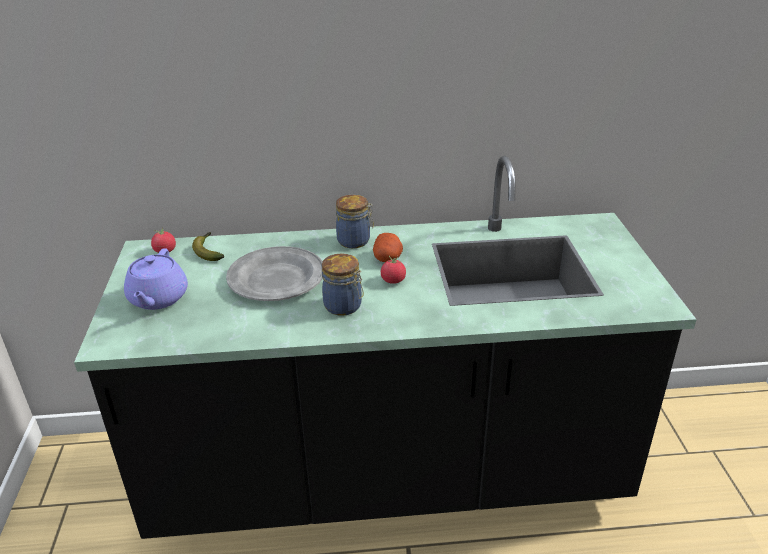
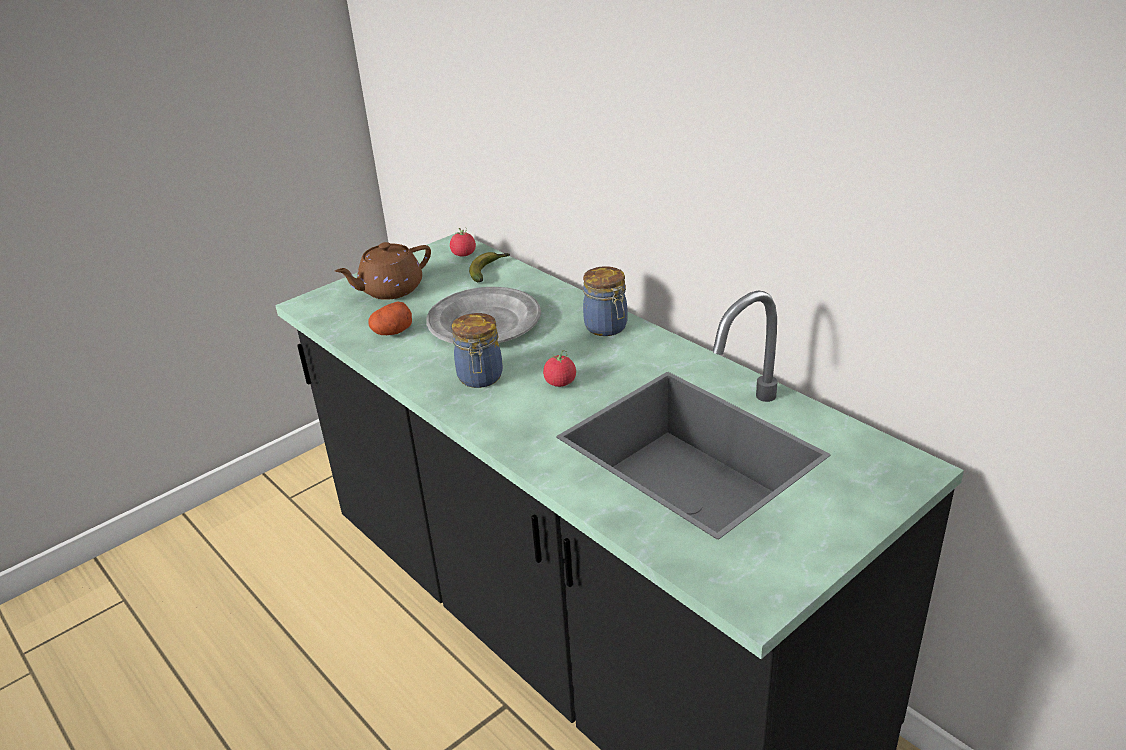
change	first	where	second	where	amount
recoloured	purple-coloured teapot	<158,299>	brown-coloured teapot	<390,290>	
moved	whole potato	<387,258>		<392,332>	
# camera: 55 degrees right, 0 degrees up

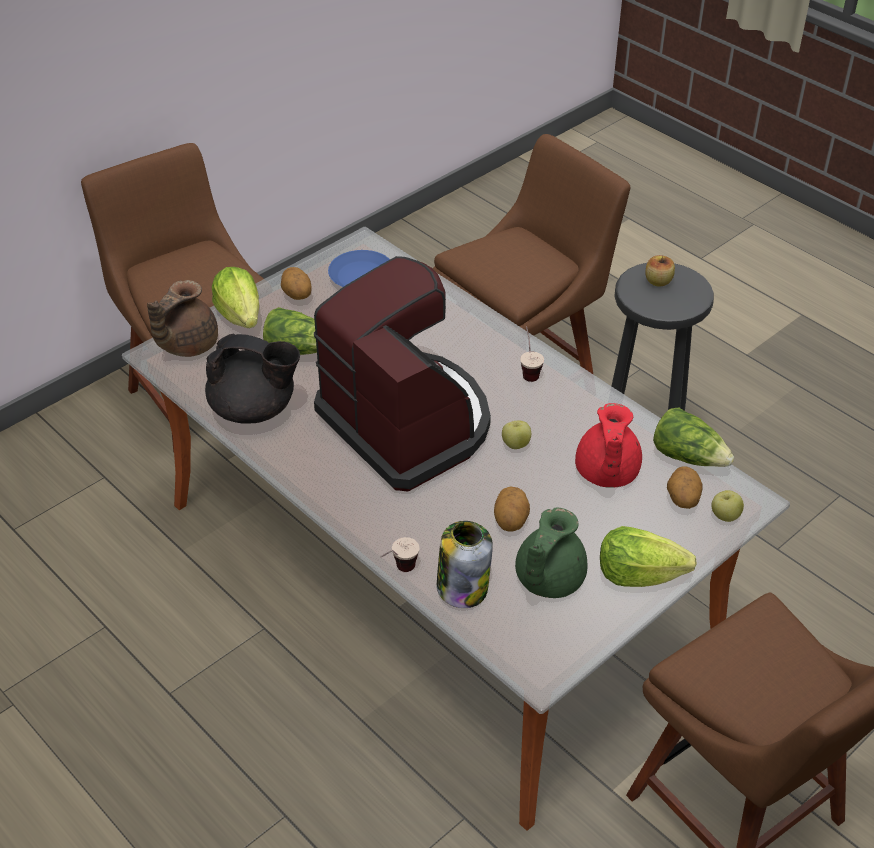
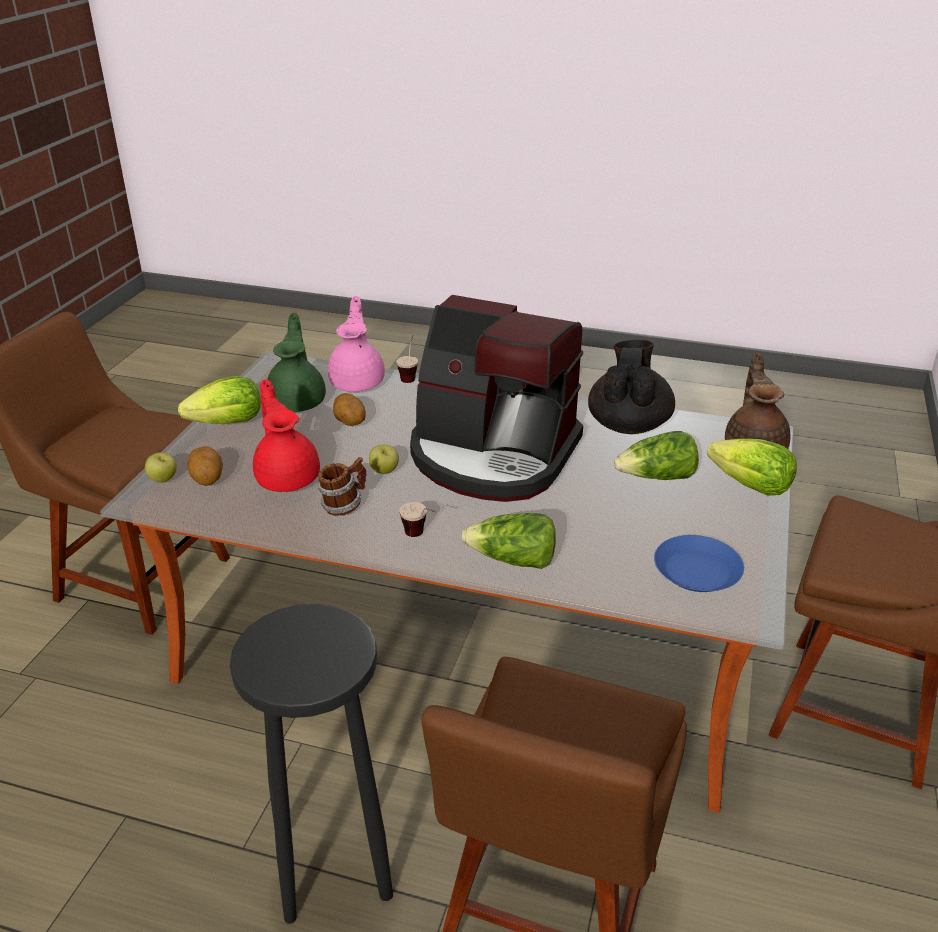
change	first	where	second	where	amount
added			tea mug	<344,505>	
replaced	storage jar	<462,586>	pink-coloured teapot	<358,381>	
moved	lettuce	<688,456>		<513,560>	
turned	black-coloured teapot	<254,409>		<628,424>	120 degrees clockwise
removed	whole potato	<296,295>			
removed	whole apple	<658,281>			
# camera: 150 degrees right, 10 degrees down

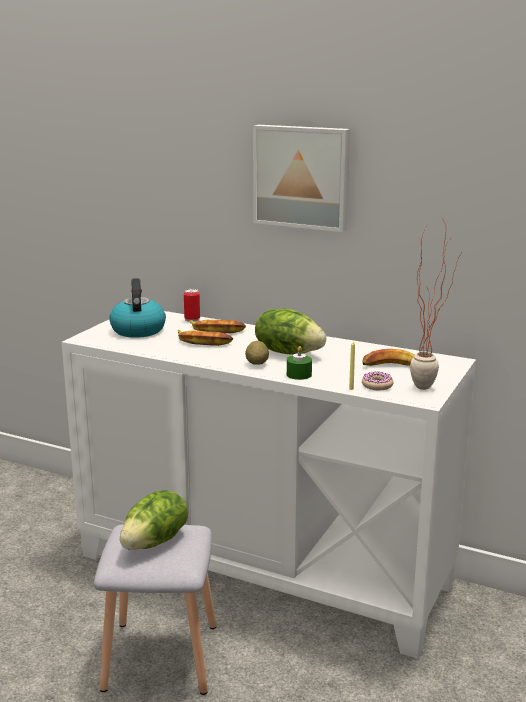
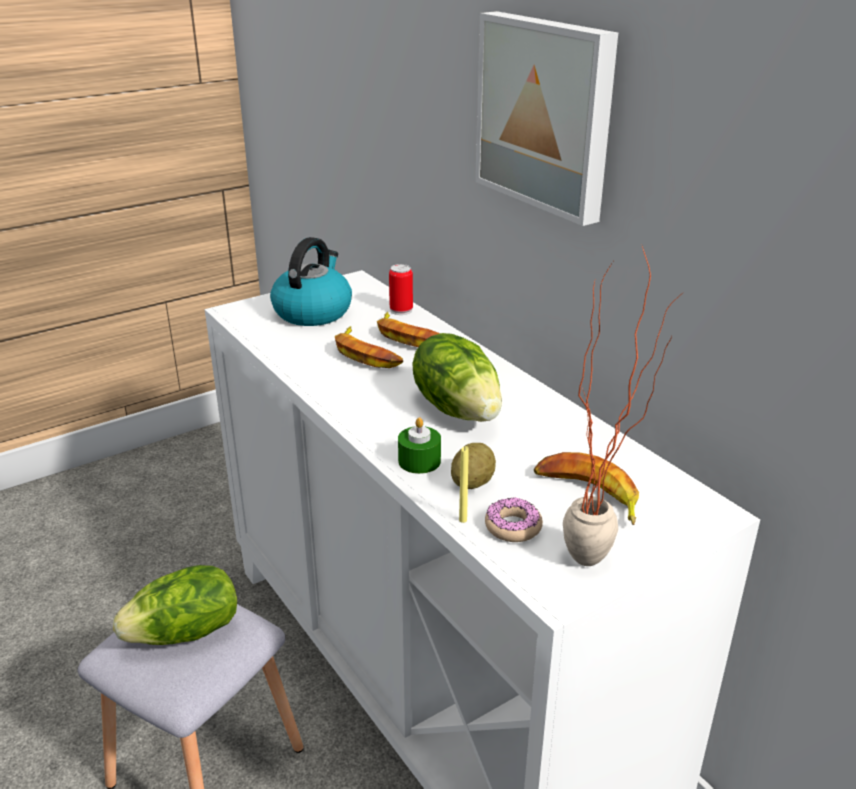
change	first	where	second	where	amount
moved	whole potato	<257,364>		<472,483>	
# camera: 30 degrees right, 10 degrees up

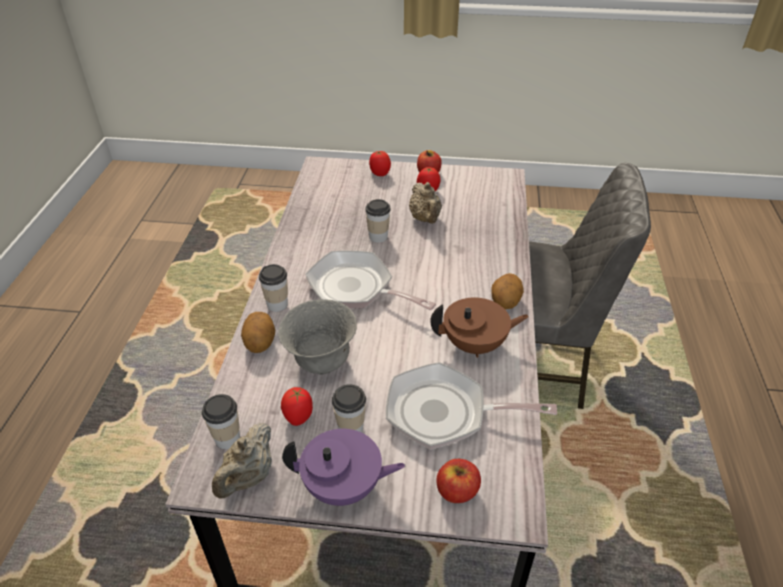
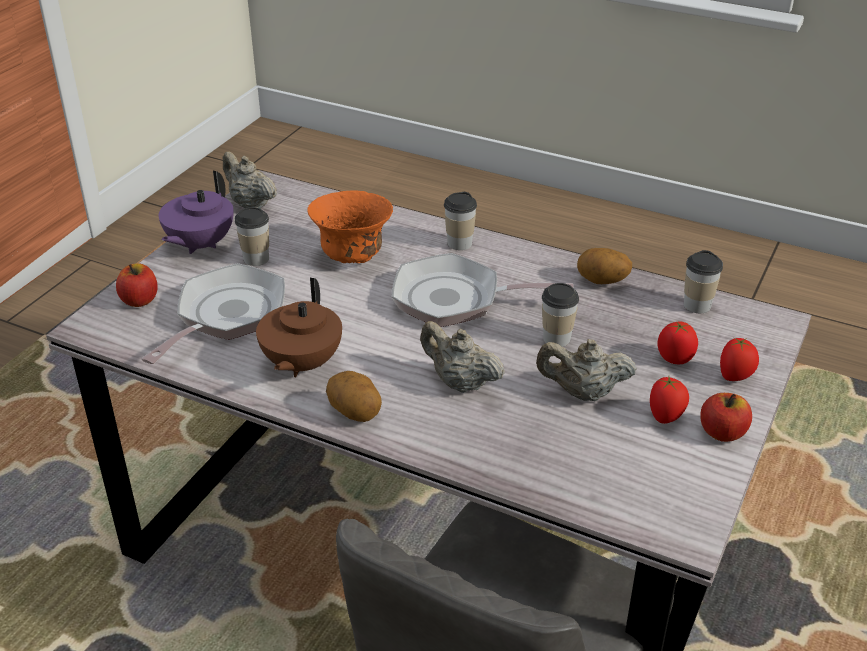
change	first	where	second	where	amount
recoloured	gray bowl	<321,362>	orange bowl	<351,257>	
turned	skillet	<356,288>		<456,299>	135 degrees counterclockwise
added			beige teapot	<460,382>	
moved	whole potato	<260,343>		<602,282>	
moved	fresh tomato	<299,417>		<674,359>	
moved	drinking cup	<227,438>		<697,305>	
# camera: 110 degrees right, 5 degrees down

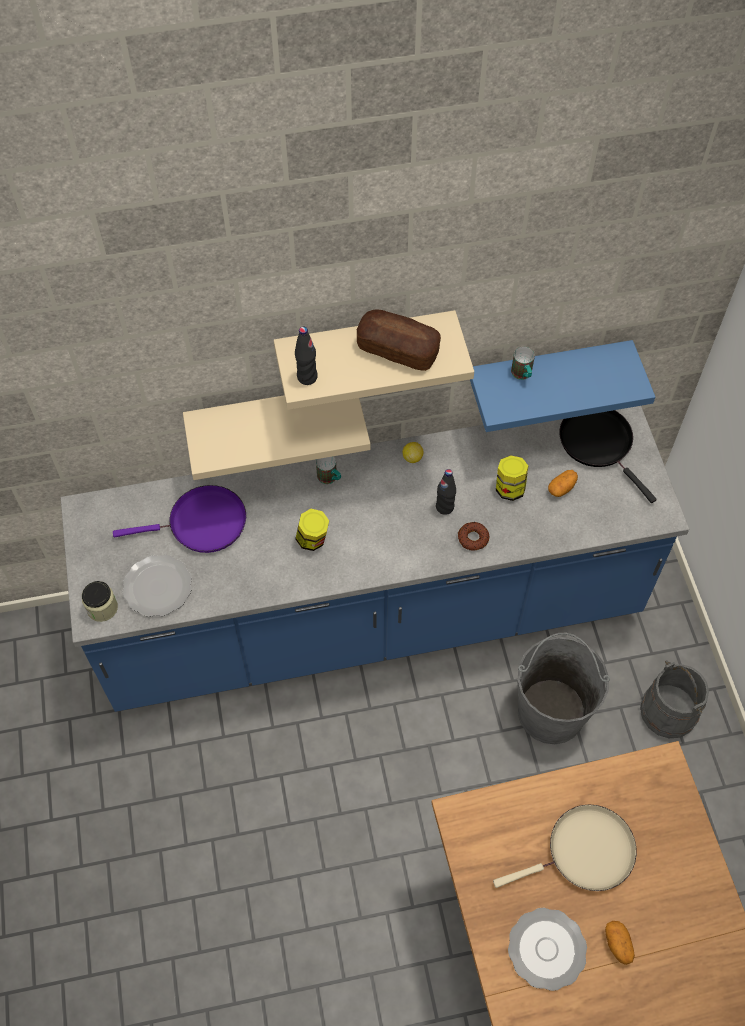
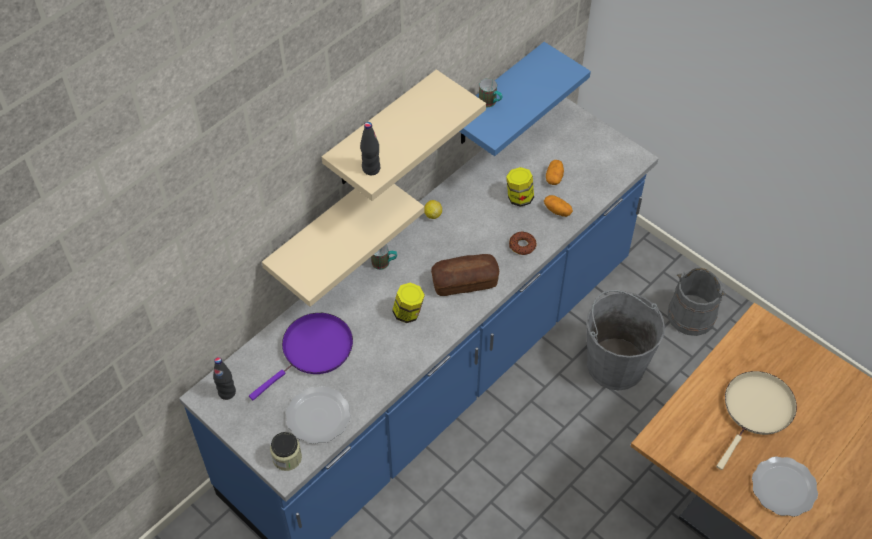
change	first	where	second	where	amount
moved	black-coloured beverage bottle	<444,507>		<227,392>	
moved	baked bread	<398,350>		<465,282>	
moved	whole potato	<618,944>		<557,210>	
removed	black-coloured skillet	<599,443>			
# camera: 35 degrees left, 5 degrees down

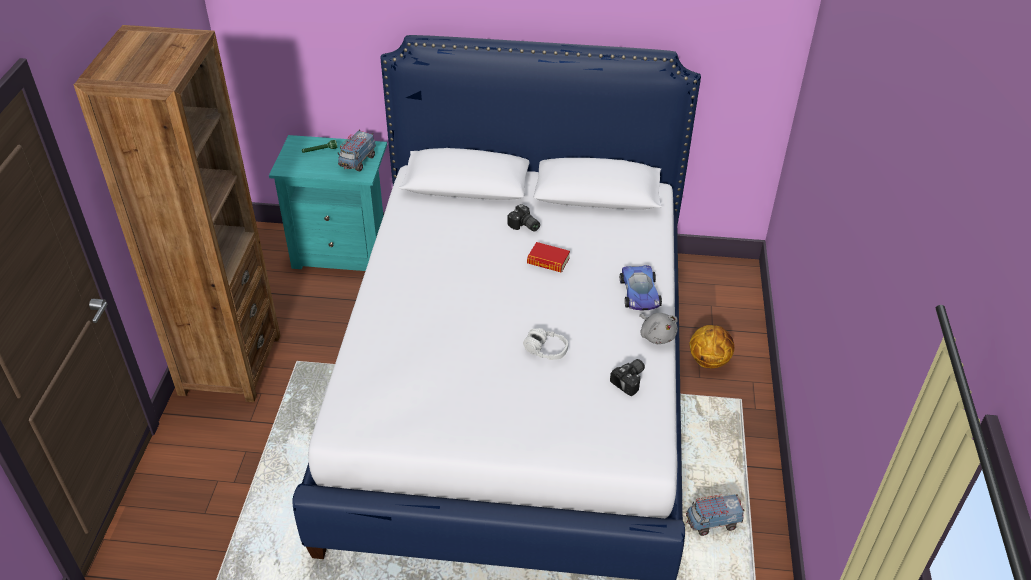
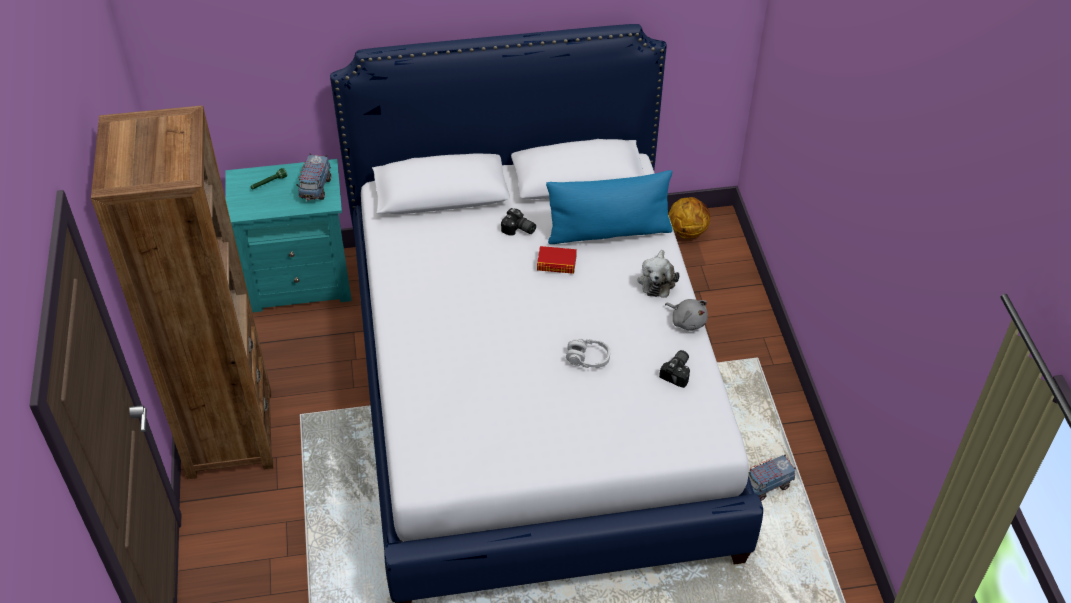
change	first	where	second	where	amount
added			bluish pillow	<609,232>	
replaced	miniature car	<639,293>	plush toy	<657,280>	
moved	basketball ball	<709,360>		<687,231>	
# camera: 15 degrees left, 5 degrees up

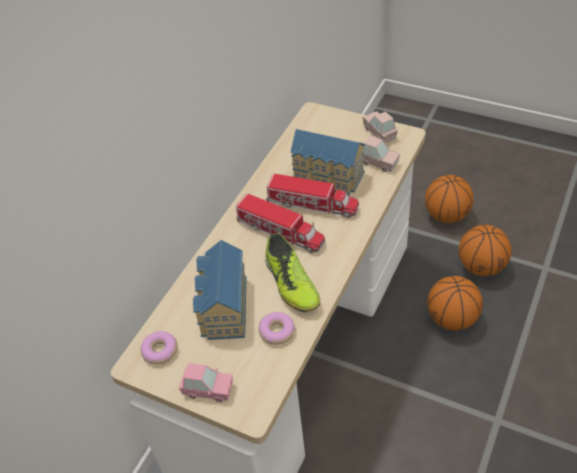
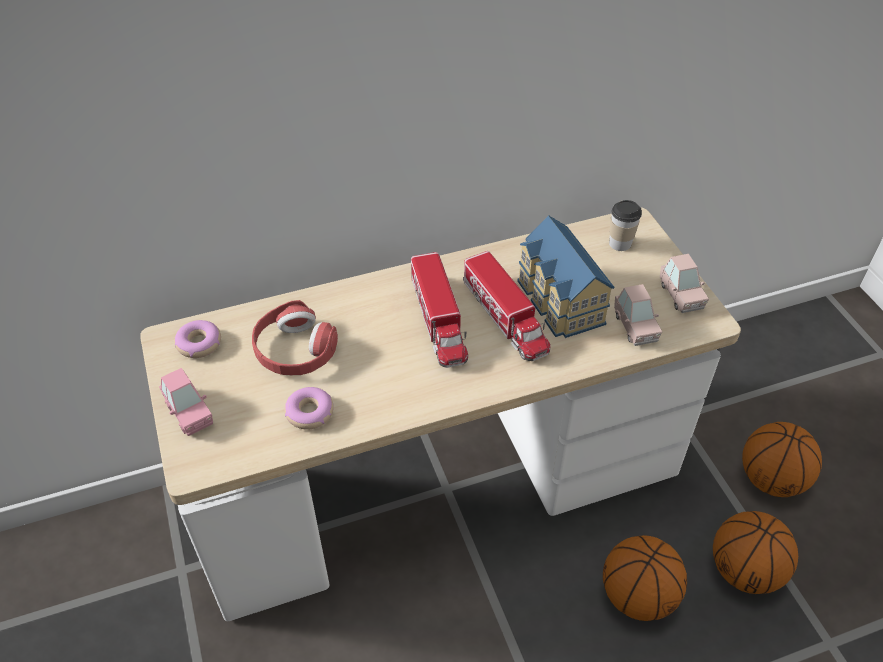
change	first	where	second	where	amount
replaced	toy house	<222,308>	red headphones	<295,350>	
added			drinking cup	<620,243>	
turned	pink-coloured miniature car	<379,132>		<680,295>	150 degrees clockwise
removed	shoe	<291,284>			
# camera: 40 degrees right, 0 degrees up

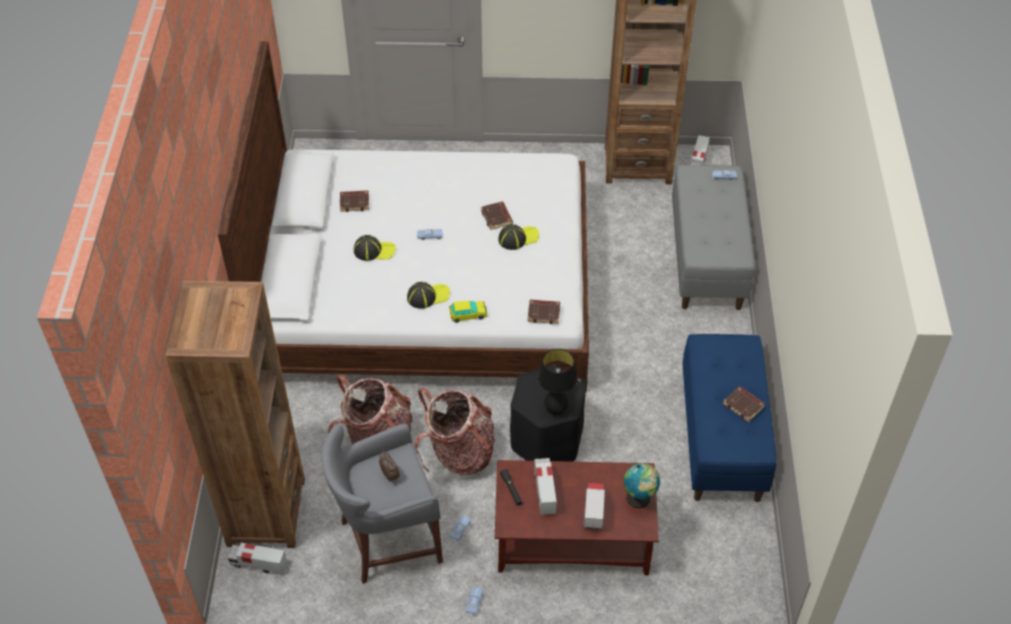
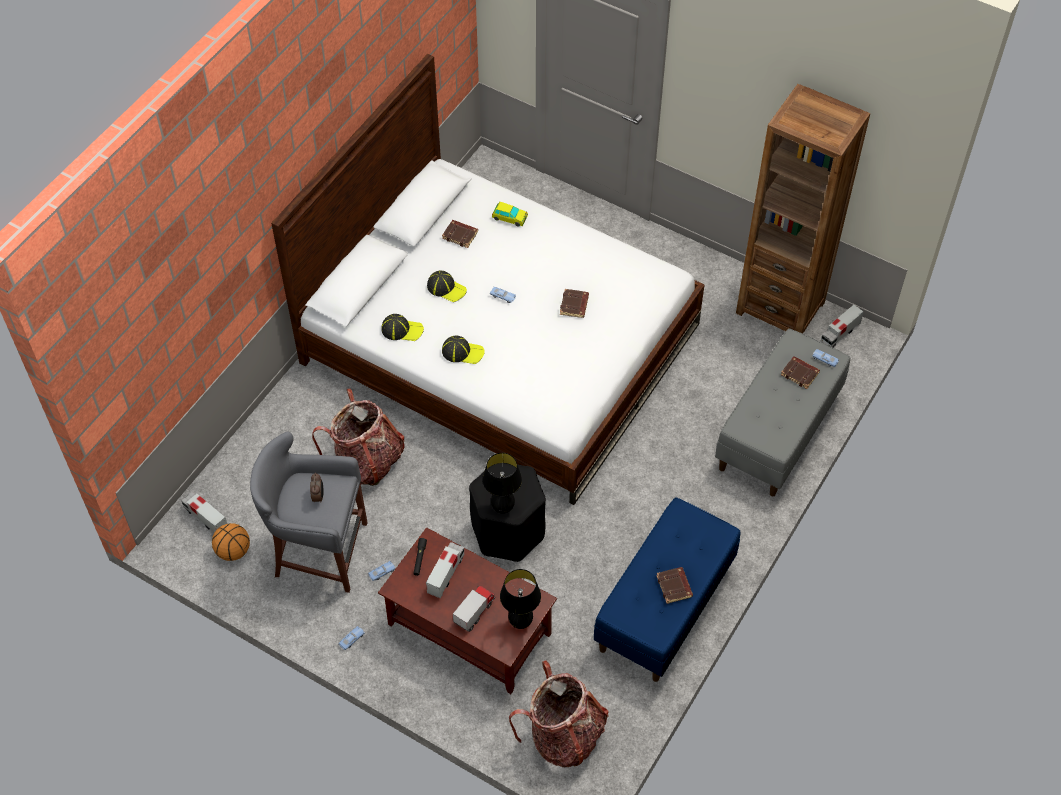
change	first	where	second	where	amount
added			basketball ball	<233,550>	
moved	peaked cap	<518,238>		<402,330>	
moved	miniature car	<468,314>		<509,218>	
replaced	desk globe	<639,499>	black-coloured lamp for a table	<520,622>	
moved	backpack	<459,453>		<563,735>	
moved	brown-coloured book	<544,313>		<800,374>	
removed	brown-coloured bookshelf	<266,512>			
# camera: 30 degrees right, 5 degrees up

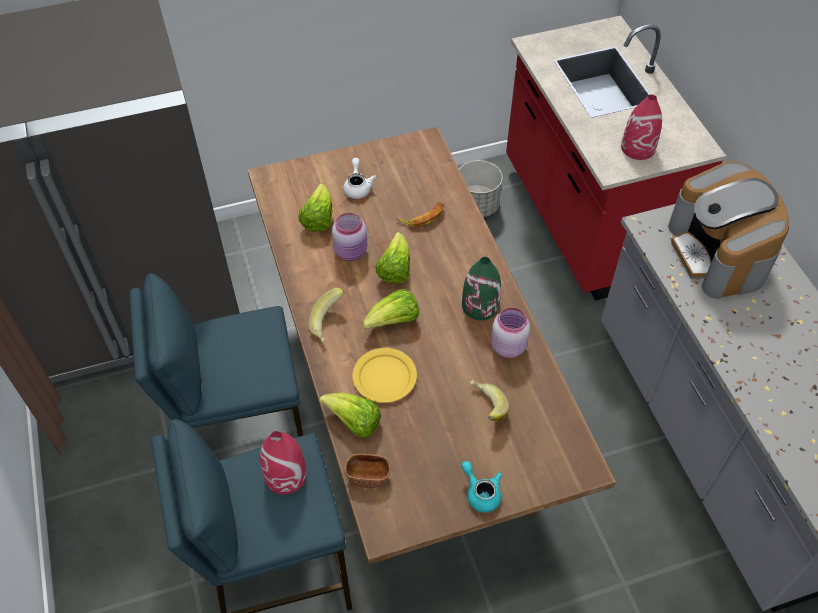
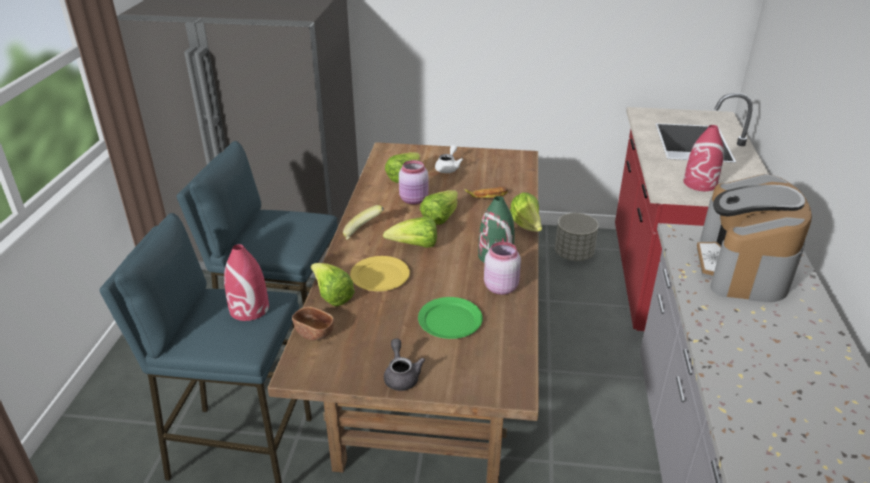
change	first	where	second	where	amount
recoloured	blue-green teapot	<481,492>	gray teapot	<401,376>	
replaced	banana fruit	<485,407>	greenish plate	<450,320>	
added			lettuce	<526,226>	
# camera: 25 degrees right, 20 degrees down

